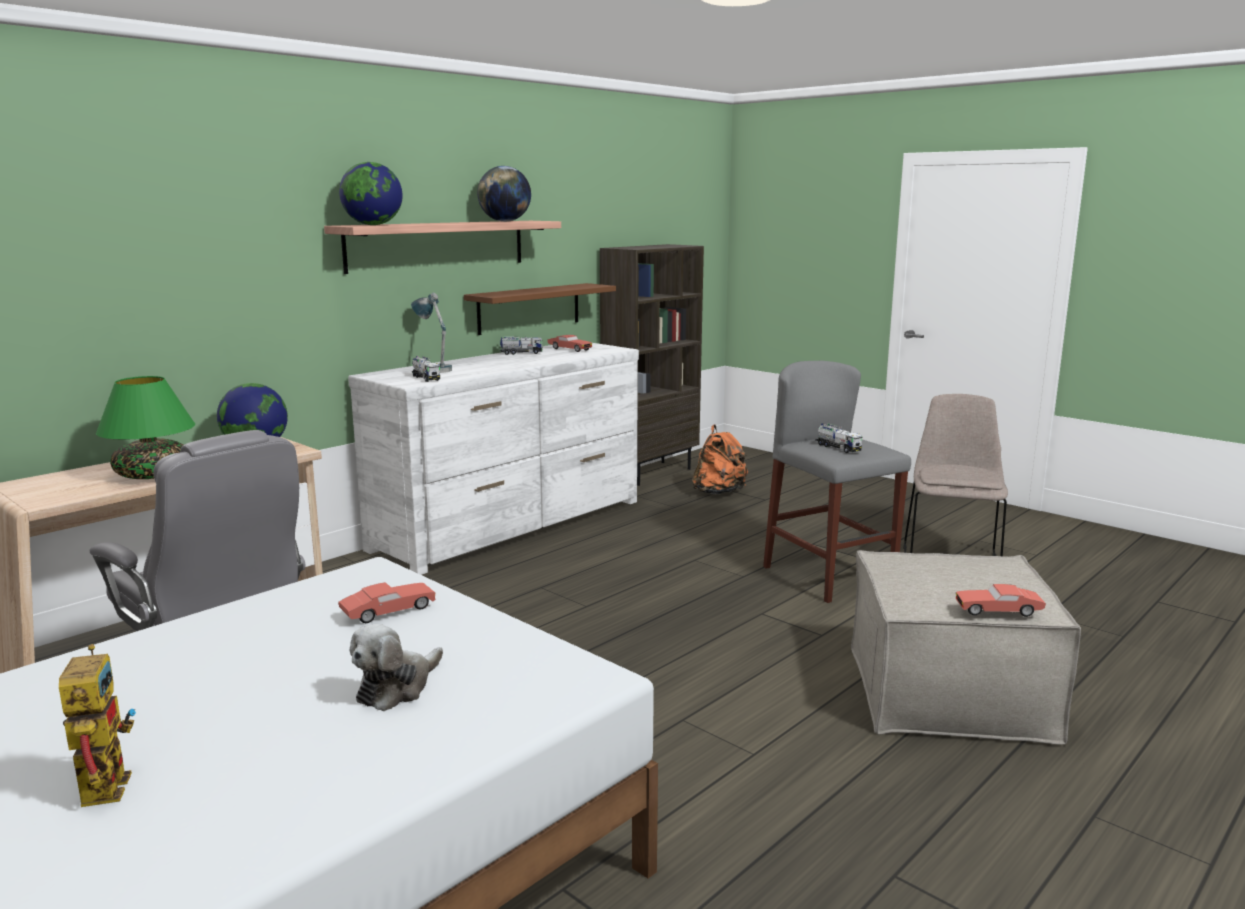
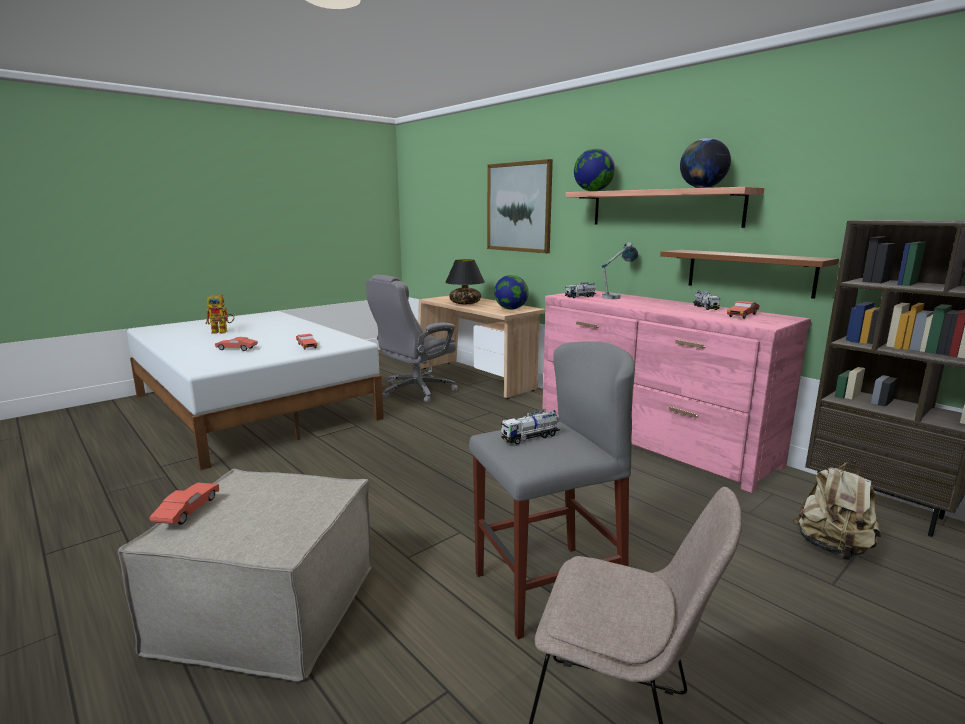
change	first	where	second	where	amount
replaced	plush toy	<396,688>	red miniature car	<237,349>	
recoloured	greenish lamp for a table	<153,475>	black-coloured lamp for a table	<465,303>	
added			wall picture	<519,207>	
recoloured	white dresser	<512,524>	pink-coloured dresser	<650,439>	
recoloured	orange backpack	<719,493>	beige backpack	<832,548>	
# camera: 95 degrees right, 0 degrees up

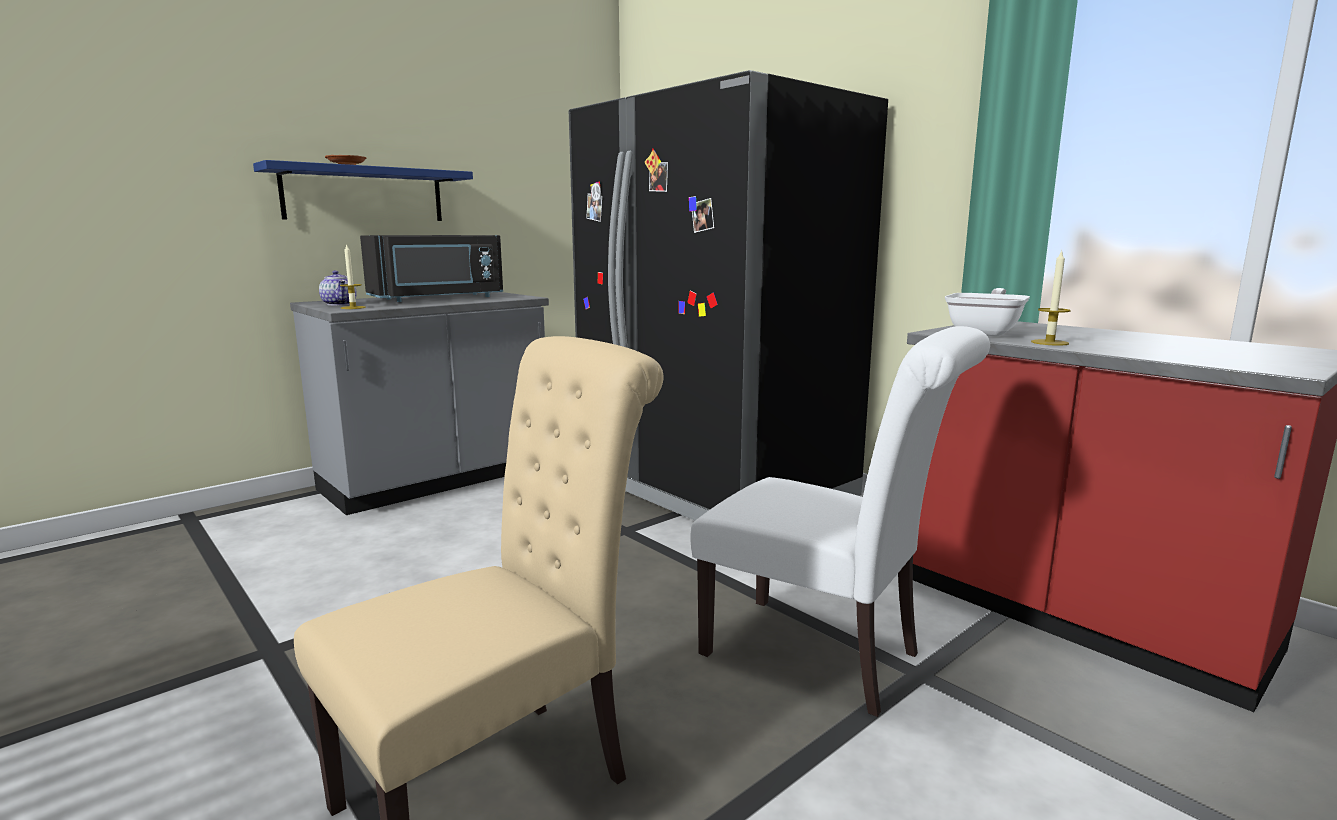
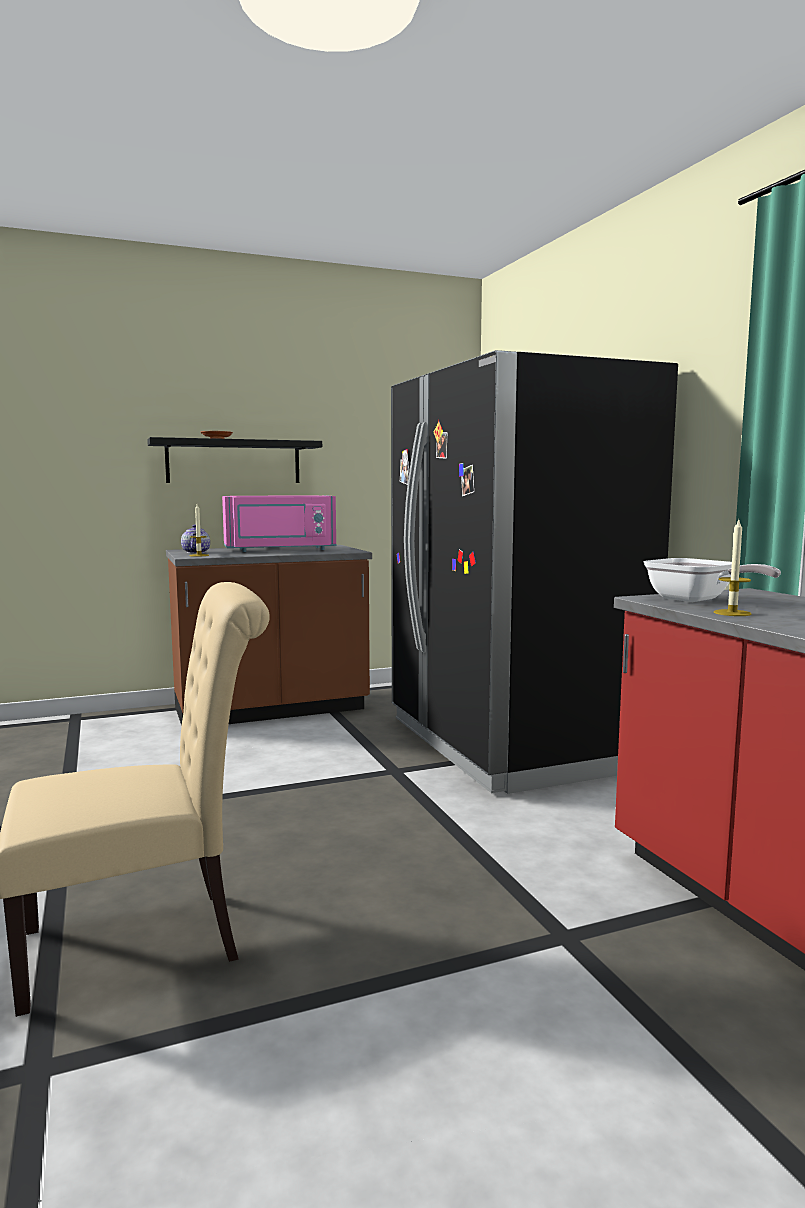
change	first	where	second	where	amount
recoloured	bluish bracket shelf	<364,194>	black-coloured bracket shelf	<234,462>	
recoloured	gray counter	<438,481>	brown-coloured counter	<271,710>	
recoloured	black-coloured microwave oven	<438,298>	pink-coloured microwave oven	<280,550>	
turned	skillet	<986,332>		<696,600>	90 degrees clockwise
removed	white plain chair	<823,656>			
# camera: 20 degrees right, 5 degrees down

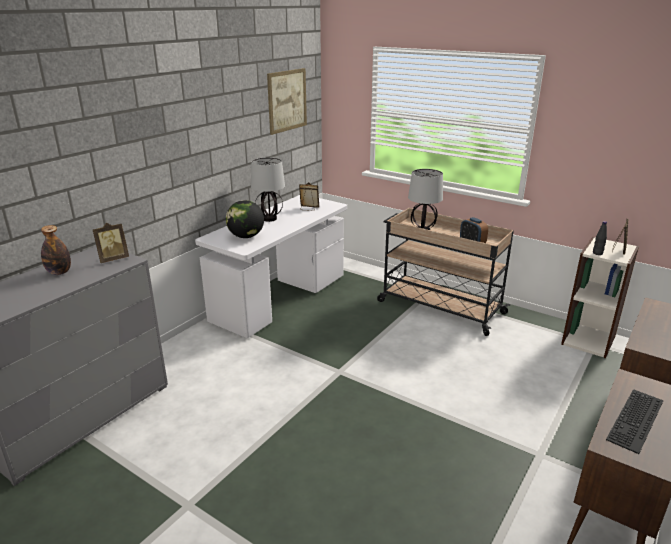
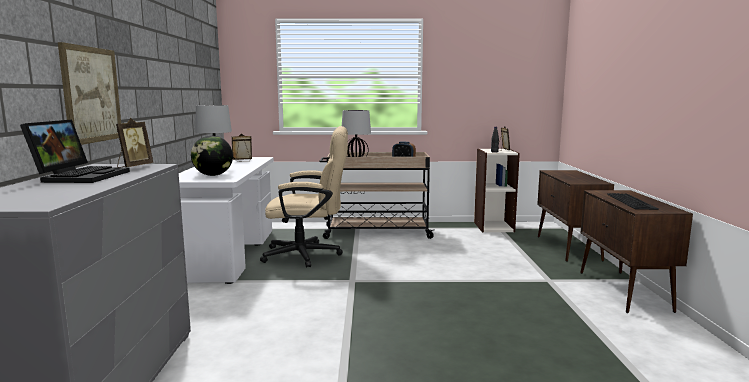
change	first	where	second	where	amount
replaced	beverage bottle	<59,272>	laptop	<81,176>	
moved	wall picture	<287,100>		<92,95>	
added			beige desk chair	<309,255>	
# camera: 35 degrees left, 15 degrees down

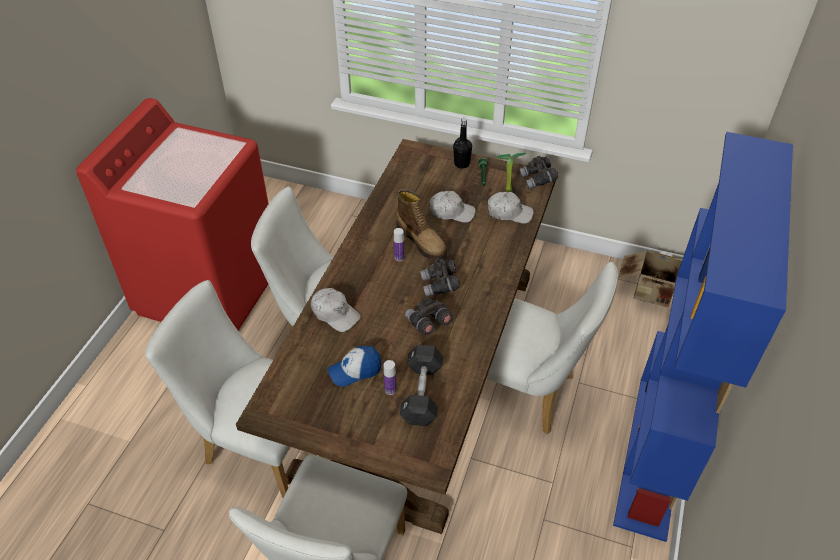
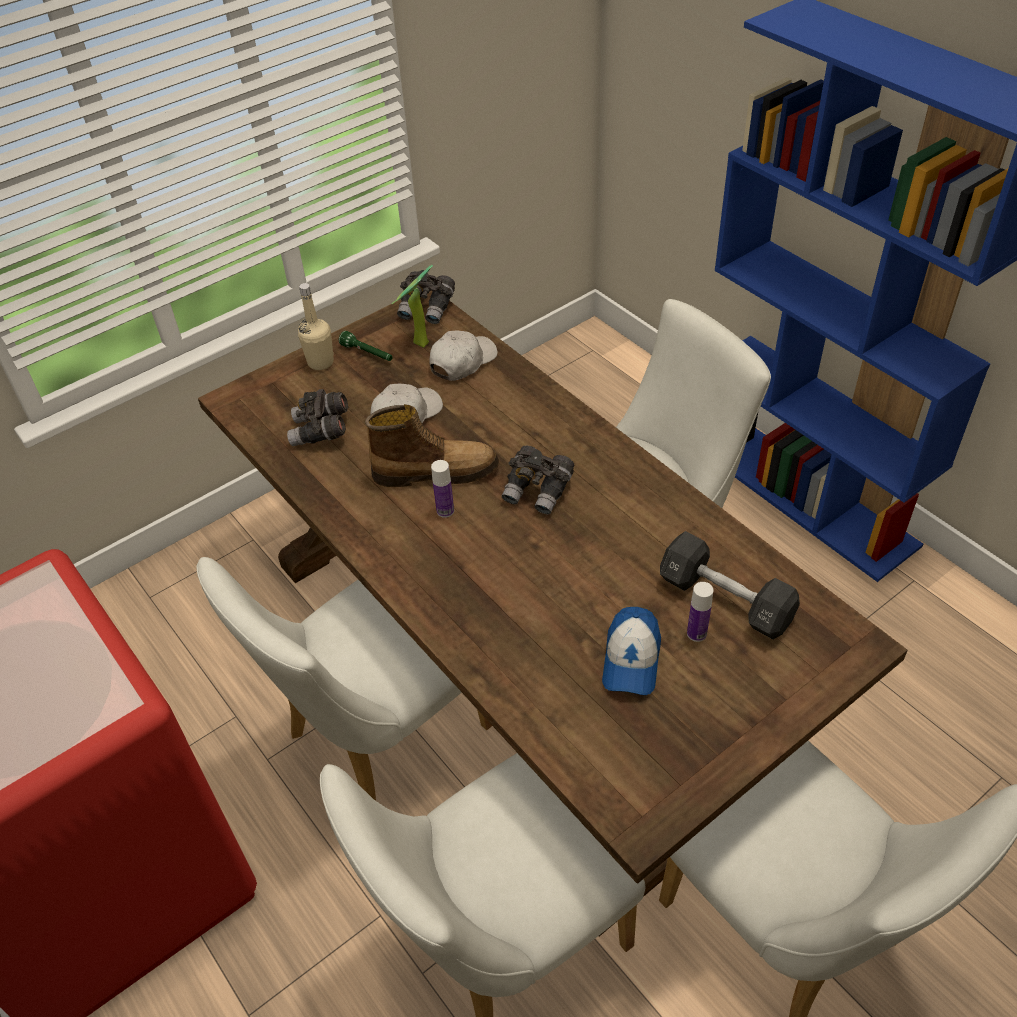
change	first	where	second	where	amount
moved	gray binoculars	<428,323>		<321,432>	
recoloured	black-coloured beverage bottle	<461,164>	beige beverage bottle	<320,362>	
removed	white peaked cap	<335,313>			
removed	cardboard box	<653,295>			
# camera: 55 degrees left, 0 degrees up

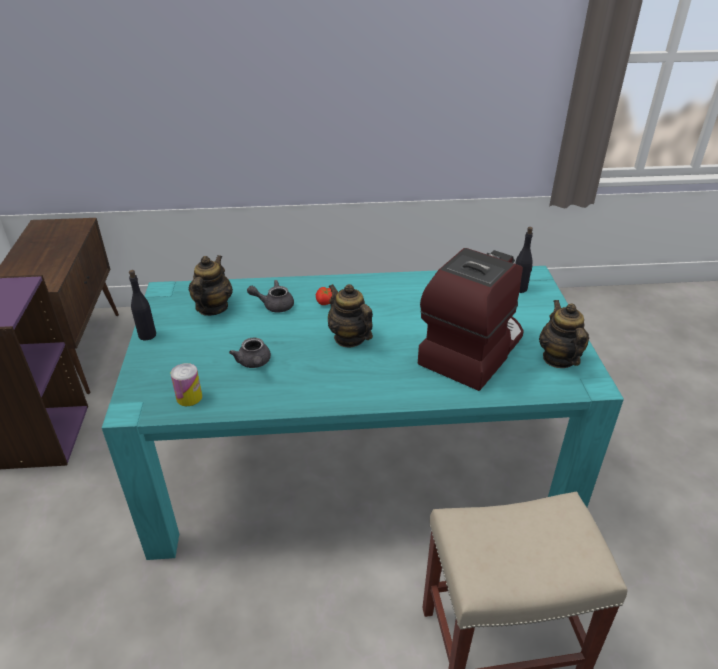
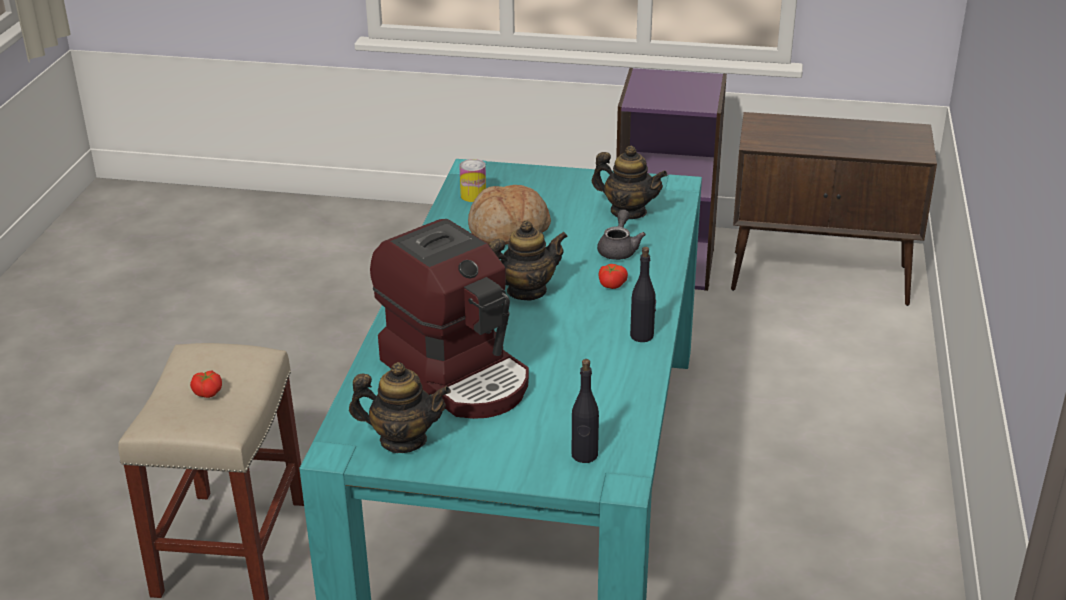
change	first	where	second	where	amount
added			fresh tomato	<208,392>	
replaced	gray teapot	<254,363>	baked bread	<509,230>	
moved	black-coloured beverage bottle	<147,335>		<642,336>	
# camera: 105 degrees right, 5 degrees down

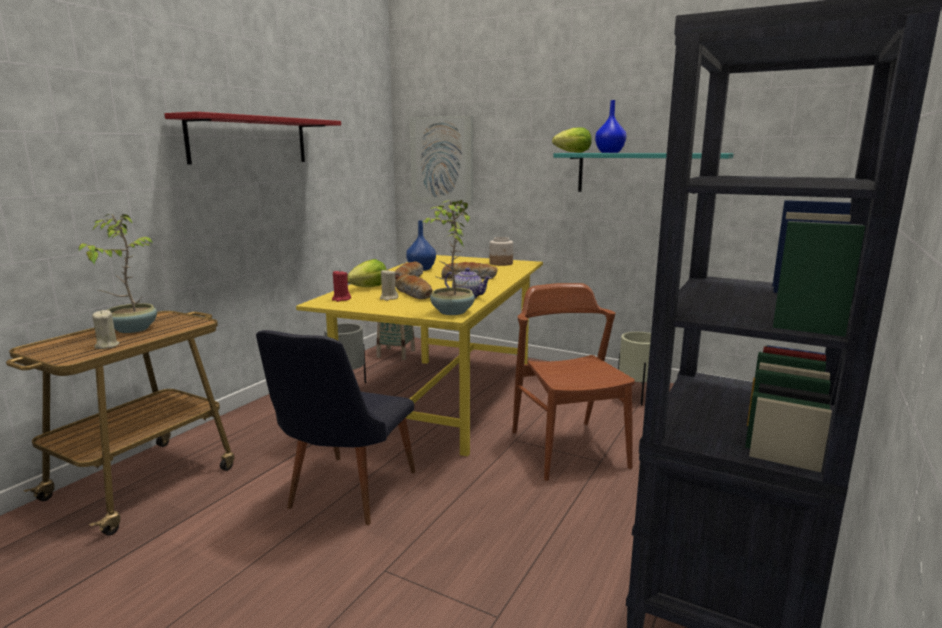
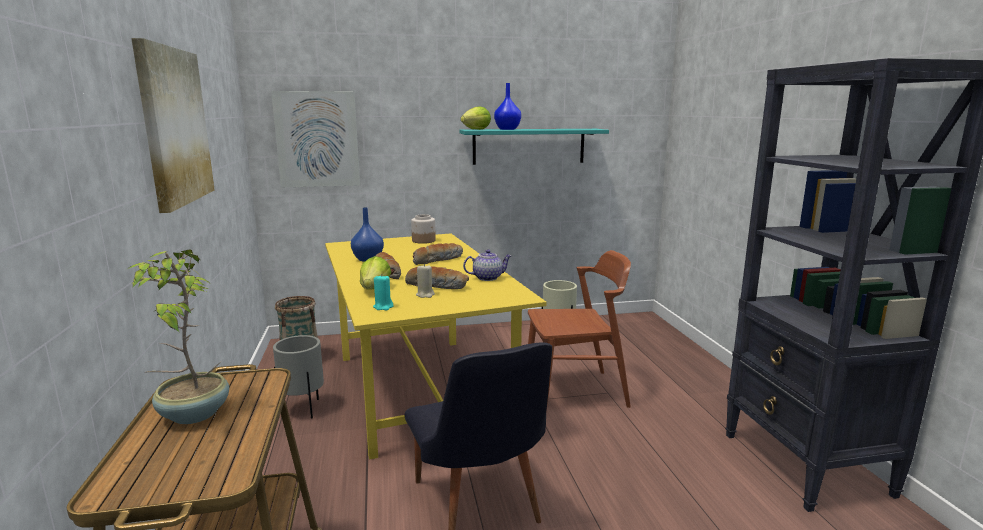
change	first	where	second	where	amount
replaced	red bracket shelf	<249,140>	wall picture	<174,126>	
recoloured	red wax candle	<341,299>	blue-green wax candle	<383,307>	
turned	brown-coloured plain chair	<568,448>		<575,392>	135 degrees clockwise
removed	beige wax candle	<107,346>			
removed	plant in a pot	<451,312>			
# camera: 40 degrees left, 0 degrees up

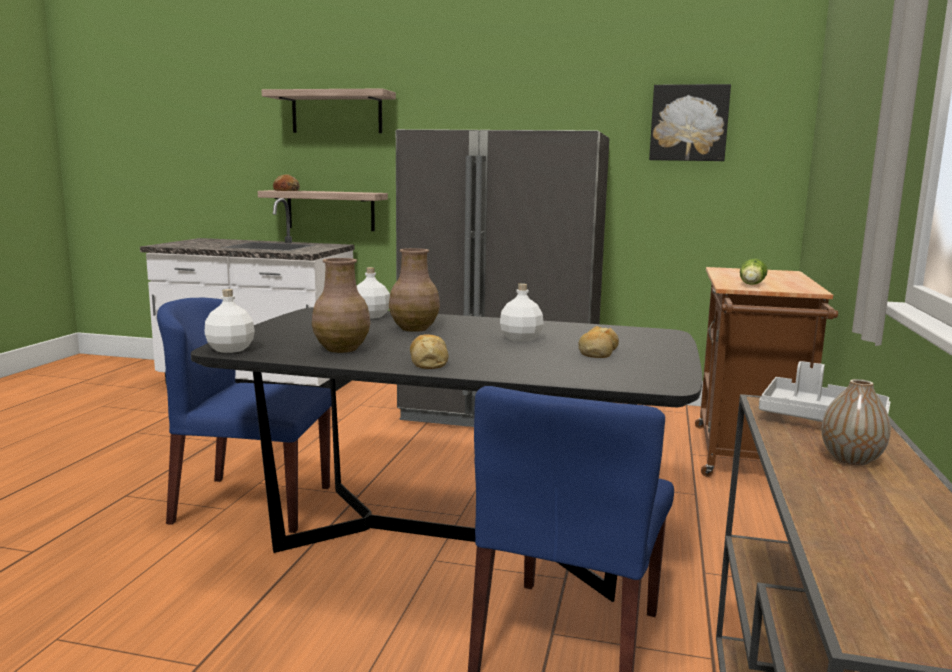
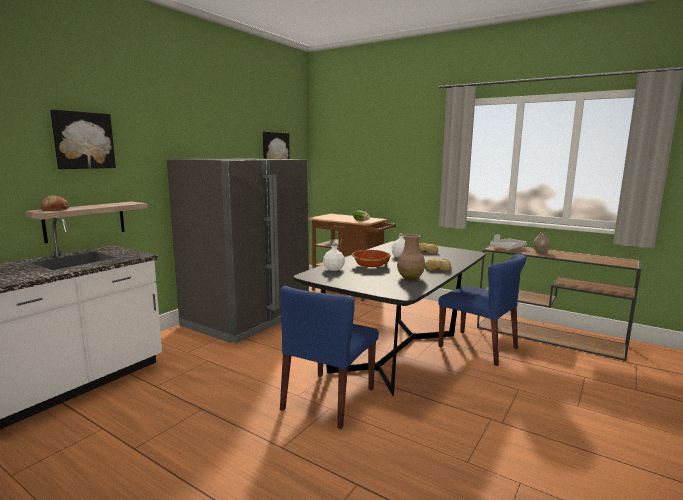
change	first	where	second	where	amount
replaced	bracket shelf	<336,112>	wall picture	<83,140>	
replaced	brown-coloured flower vase	<414,328>	bowl	<370,266>	
removed	white beverage bottle	<230,349>			
# camera: 70 degrees left, 0 degrees up

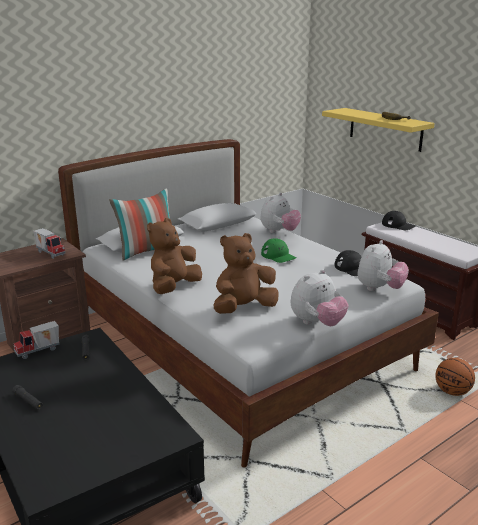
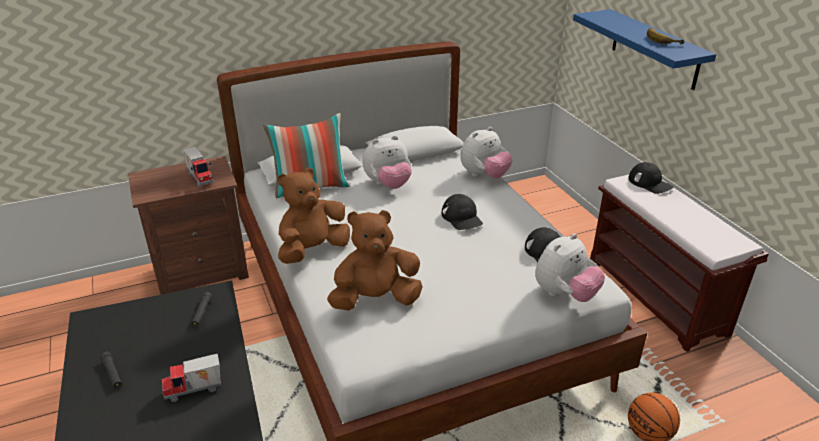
change	first	where	second	where	amount
moved	toy lorry	<39,351>		<194,390>	
moved	plush toy	<317,323>		<388,185>	
recoloured	greenish peaked cap	<278,256>	black-coloured peaked cap	<462,217>	
recoloured	yellow-coloured bracket shelf	<385,129>	bluish bracket shelf	<654,49>	
# camera: 15 degrees right, 10 degrees up

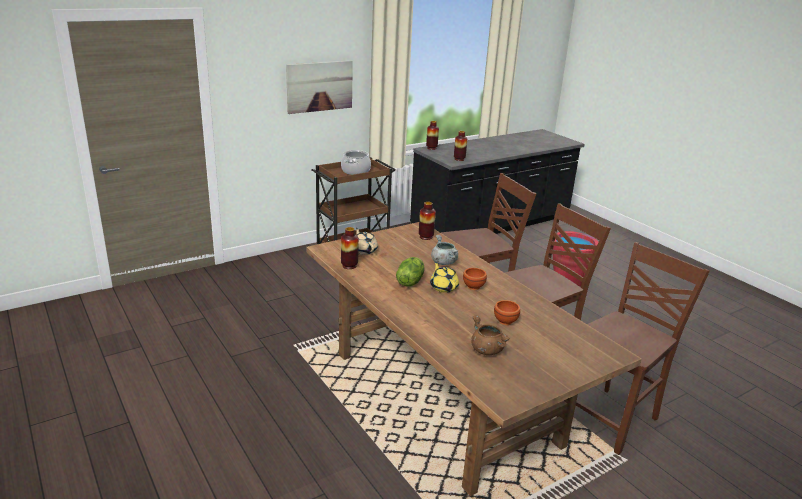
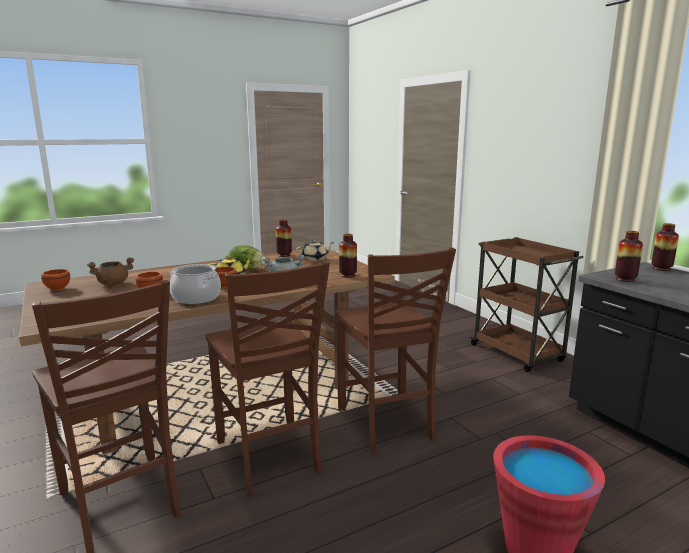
change	first	where	second	where	amount
added			brown-coloured bowl	<56,289>	
moved	saucepot	<356,171>		<196,298>	
removed	wall picture	<319,86>			
# camera: 95 degrees right, 10 degrees down

